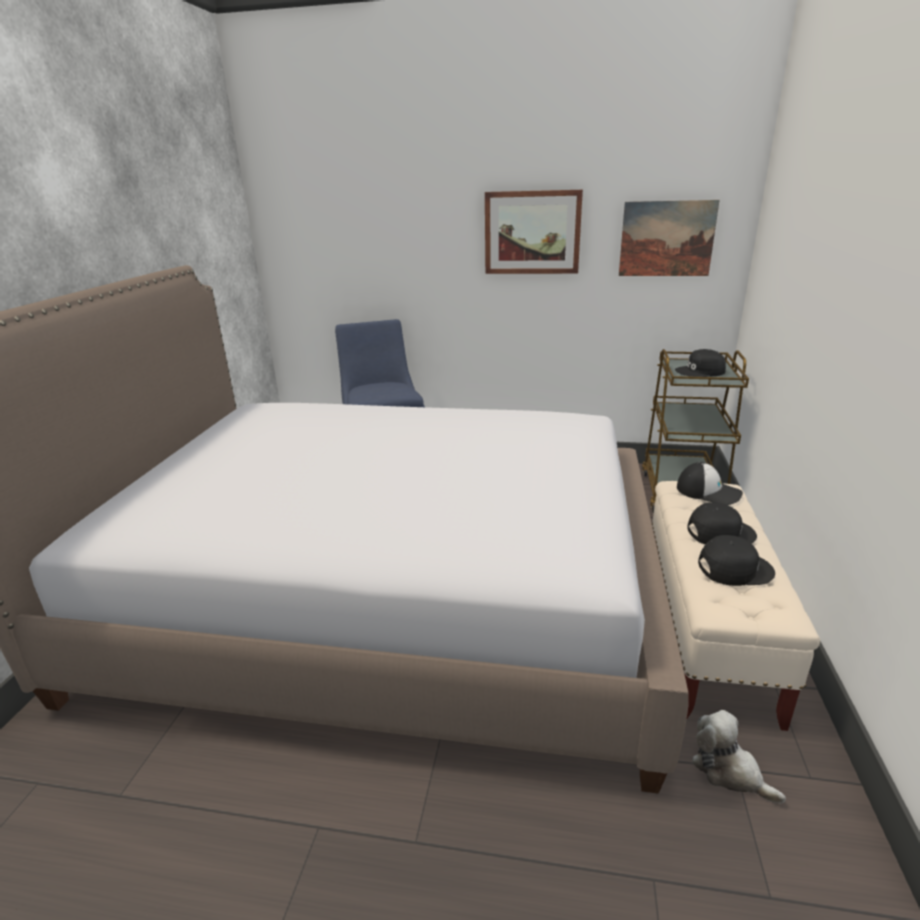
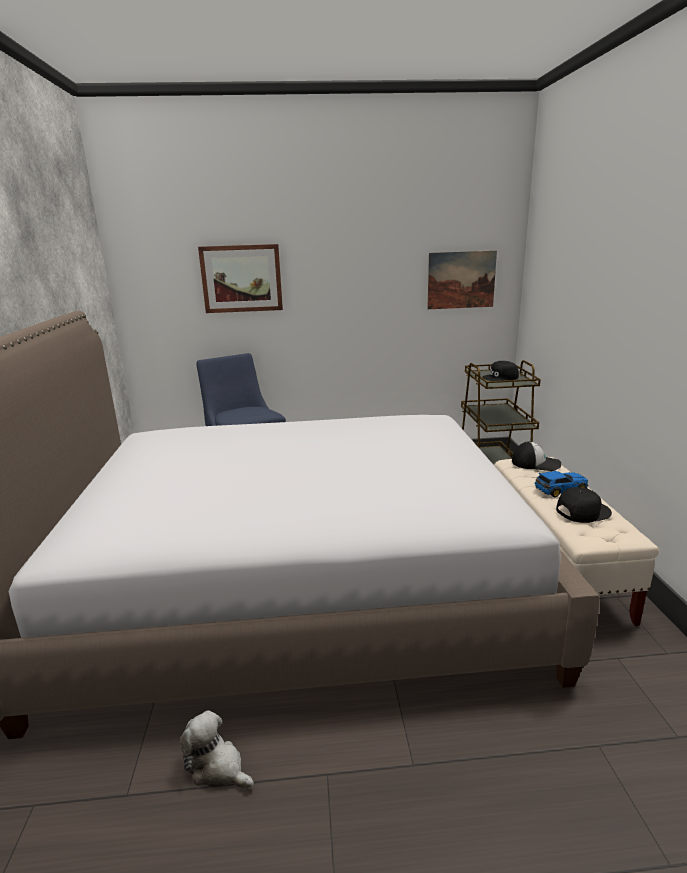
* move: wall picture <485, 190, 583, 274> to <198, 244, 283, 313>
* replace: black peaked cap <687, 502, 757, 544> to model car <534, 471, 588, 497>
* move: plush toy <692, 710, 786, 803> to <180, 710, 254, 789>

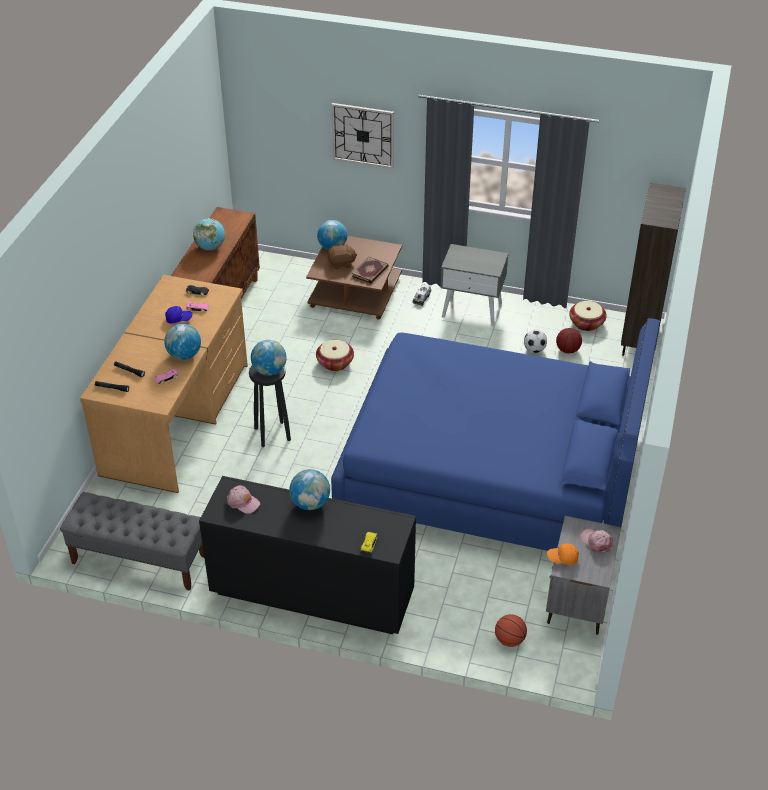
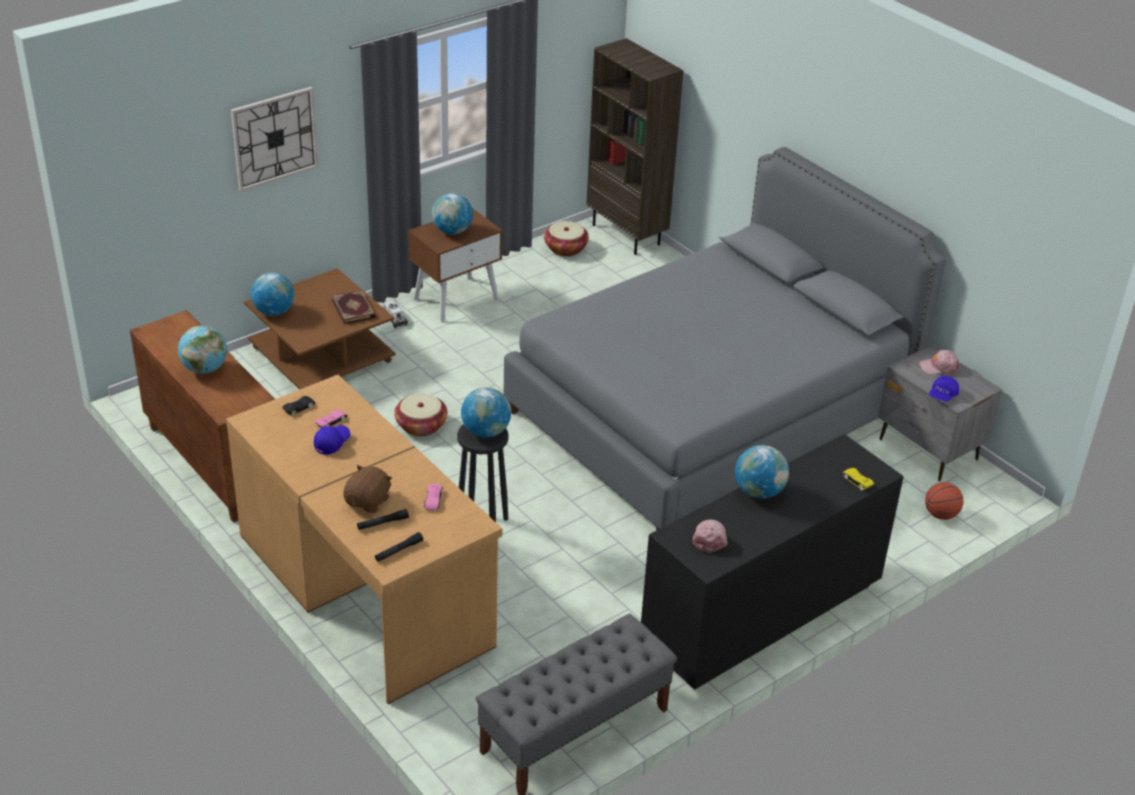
* move: brownish plush toy <327, 243, 357, 270> to <343, 465, 392, 513>
* recolor: grey nightstand <441, 244, 508, 326> to brownish nightstand <408, 208, 502, 322>
* recolor: bluish bedroom bed <331, 318, 660, 551> to grey bedroom bed <504, 147, 947, 530>
* move: world globe <164, 324, 201, 360> to <432, 193, 473, 235>
* delete: basketball ball <556, 328, 582, 354>
* delete: football <524, 330, 547, 353>
* rotate: pinkish peaked cap <227, 485, 260, 514> = <692, 519, 728, 553> 60 degrees counterclockwise
* recolor: orange peaked cap <547, 543, 579, 565> to bluish peaked cap <929, 376, 959, 402>

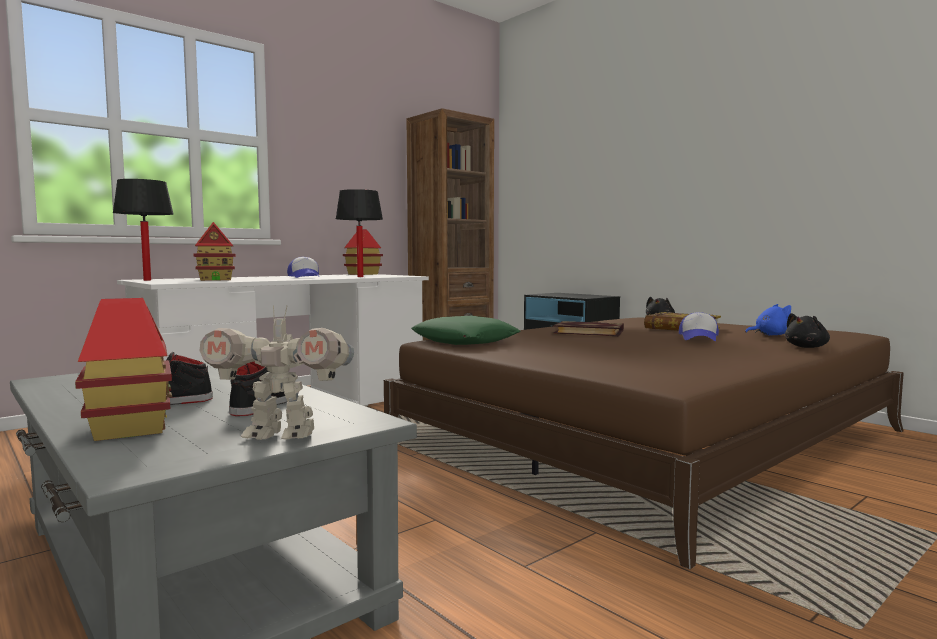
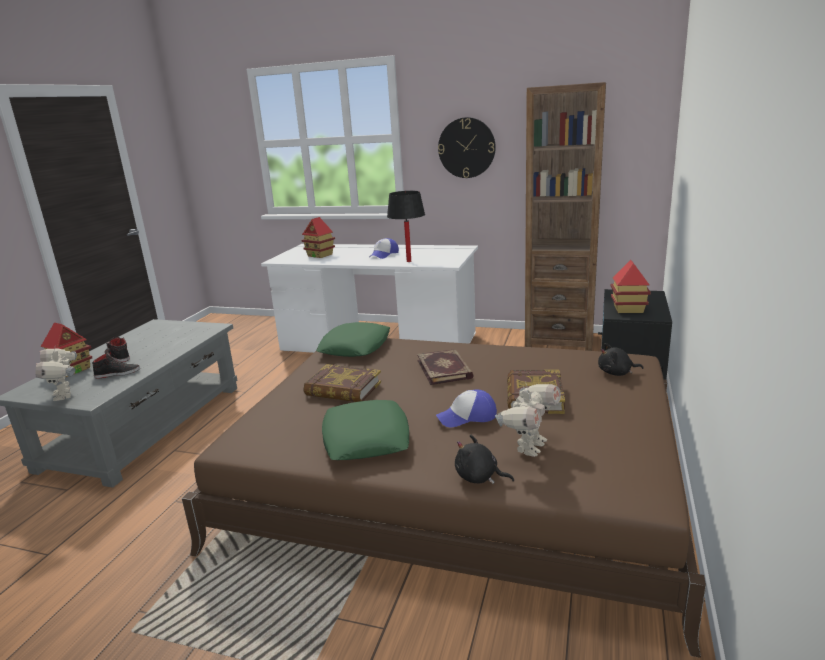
* delete: black table lamp <113, 179, 174, 281>
* move: miniature house <343, 229, 383, 275> to <611, 260, 651, 313>
* replace: bluish plush toy <745, 304, 791, 335> to model robot <495, 384, 561, 457>
* insert: clock on the wall <438, 117, 496, 178>
* insert: volume <303, 364, 381, 402>
* insert: greenish throw pillow <322, 400, 409, 460>

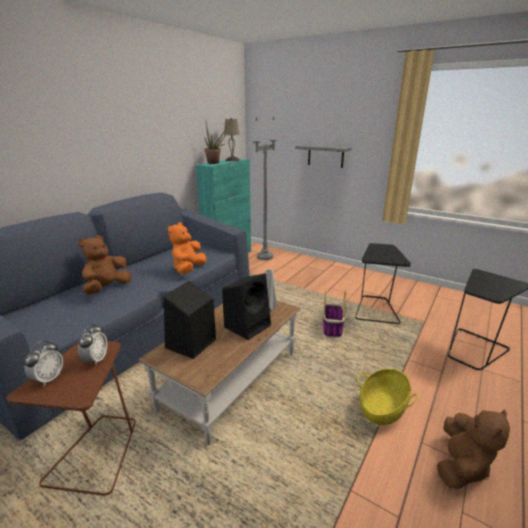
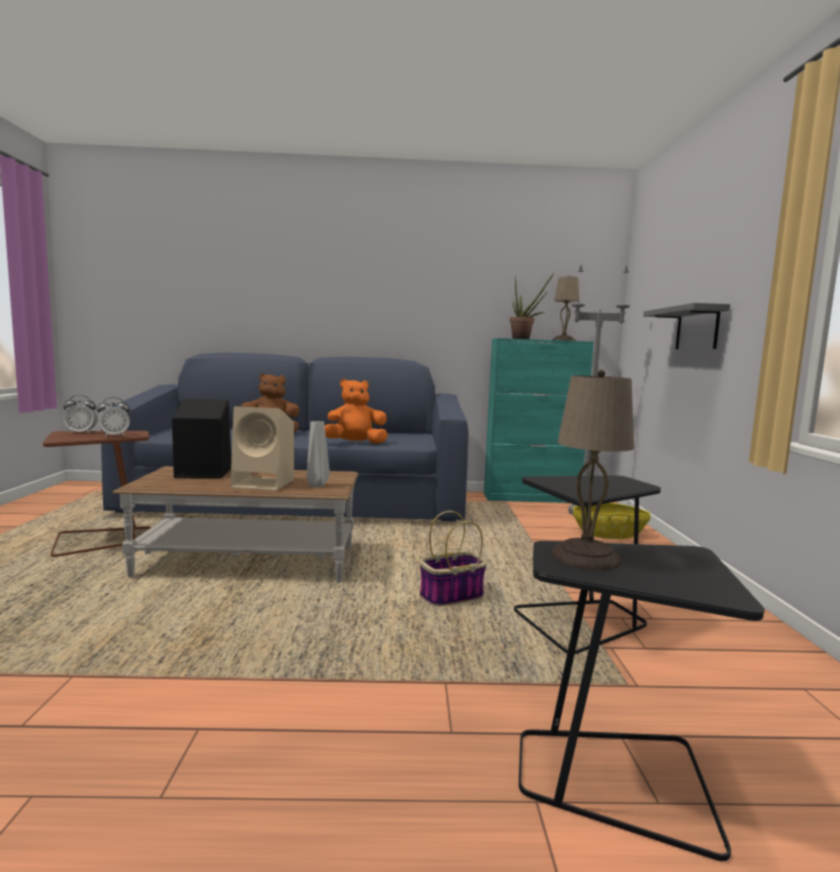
* recolor: black audio speaker <222, 273, 271, 340> to sand-coloured audio speaker <230, 406, 294, 491>
* move: household basket <357, 369, 418, 425> to <573, 502, 651, 539>
* delete: brownish plush toy <437, 409, 510, 489>
* insert: sand-coloured table lamp <551, 370, 634, 570>

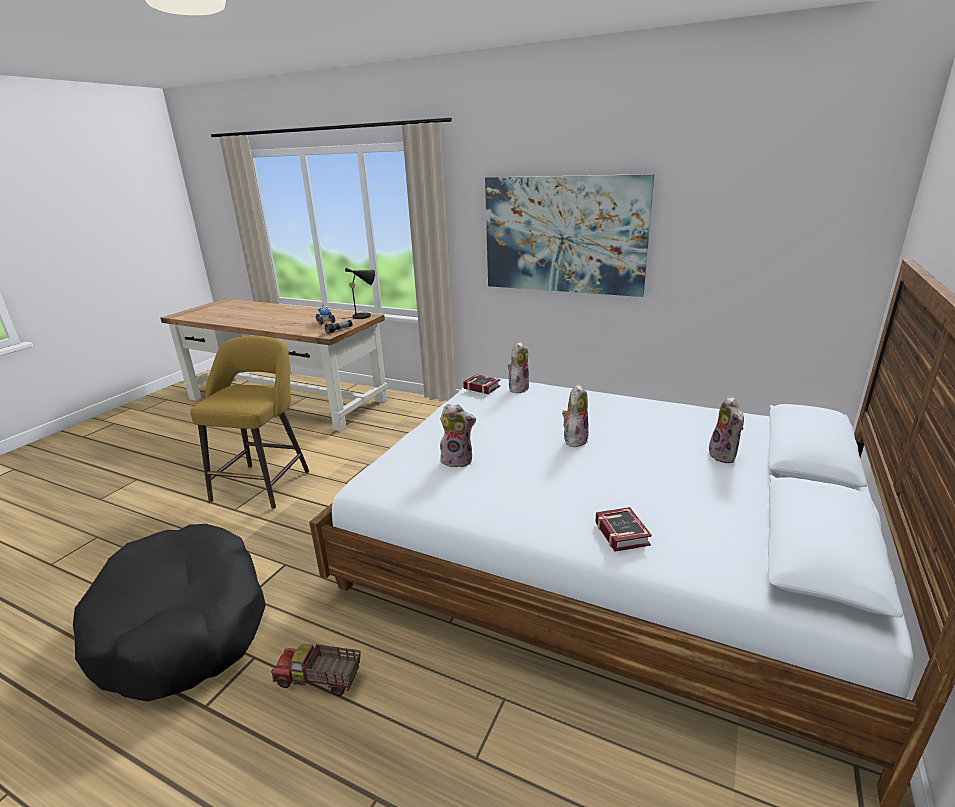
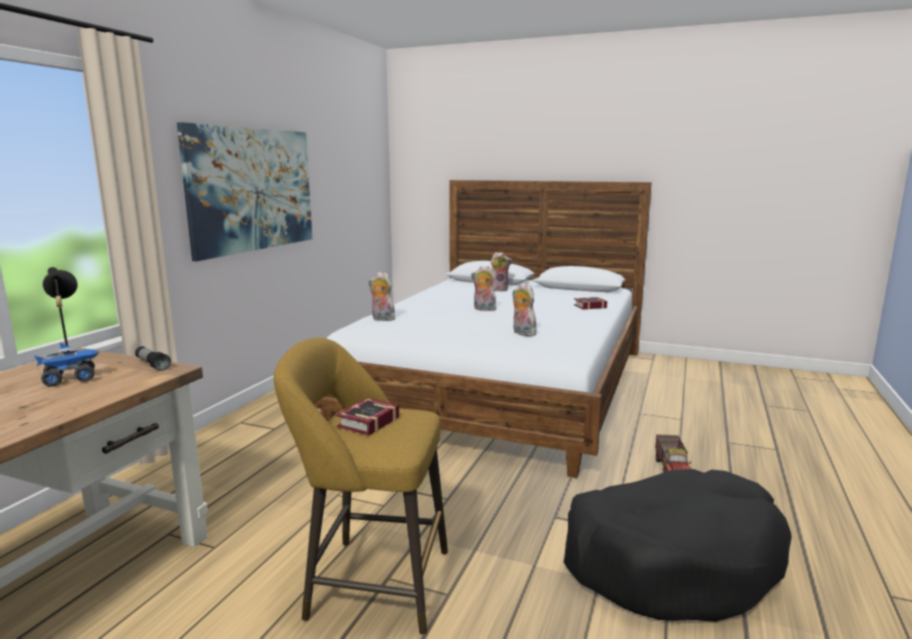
* move: volume <463, 374, 501, 394> to <336, 398, 399, 436>
* rotate: plush toy <440, 404, 476, 468> = <512, 283, 536, 336> 45 degrees counterclockwise

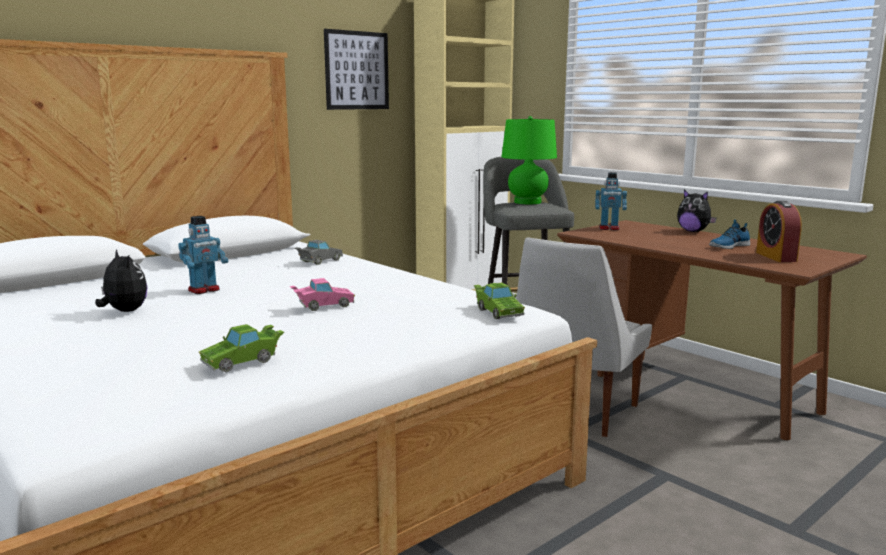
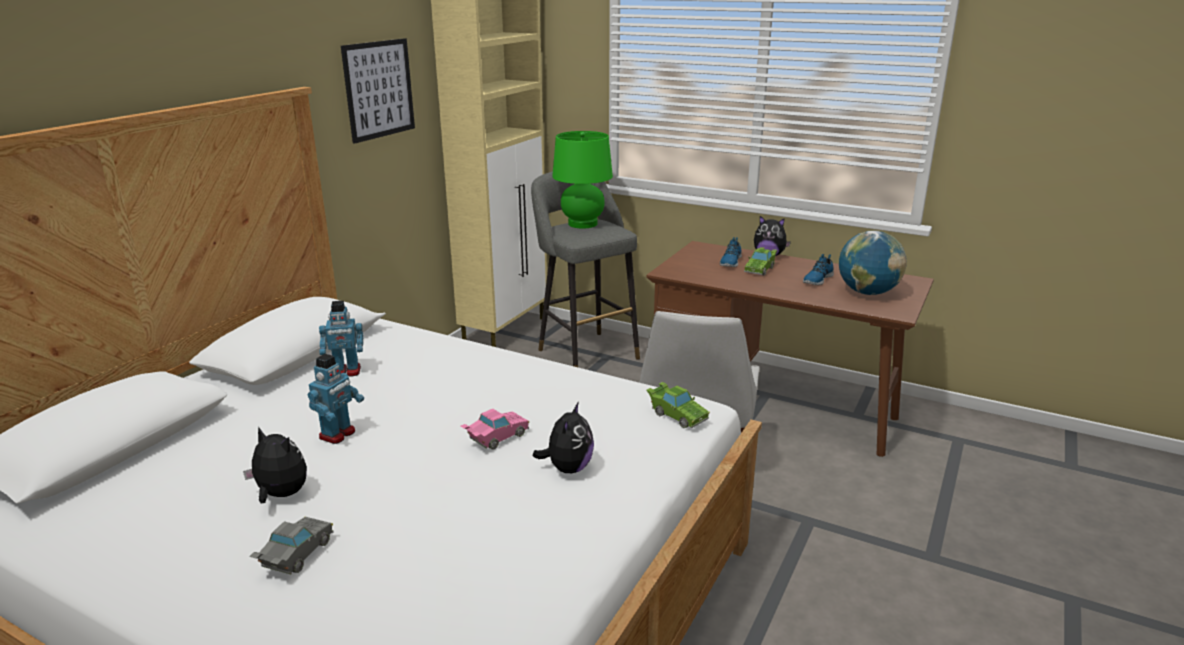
* move: model robot <595, 172, 627, 230> to <319, 301, 364, 376>
* replace: alarm clock <756, 201, 802, 262> to world globe <839, 231, 907, 295>
* move: grey model car <295, 240, 343, 265> to <249, 517, 333, 574>
* move: greenish model car <199, 324, 284, 373> to <744, 247, 777, 276>
* insert: shoe <720, 237, 742, 267>
* insert: plush toy <533, 401, 594, 473>

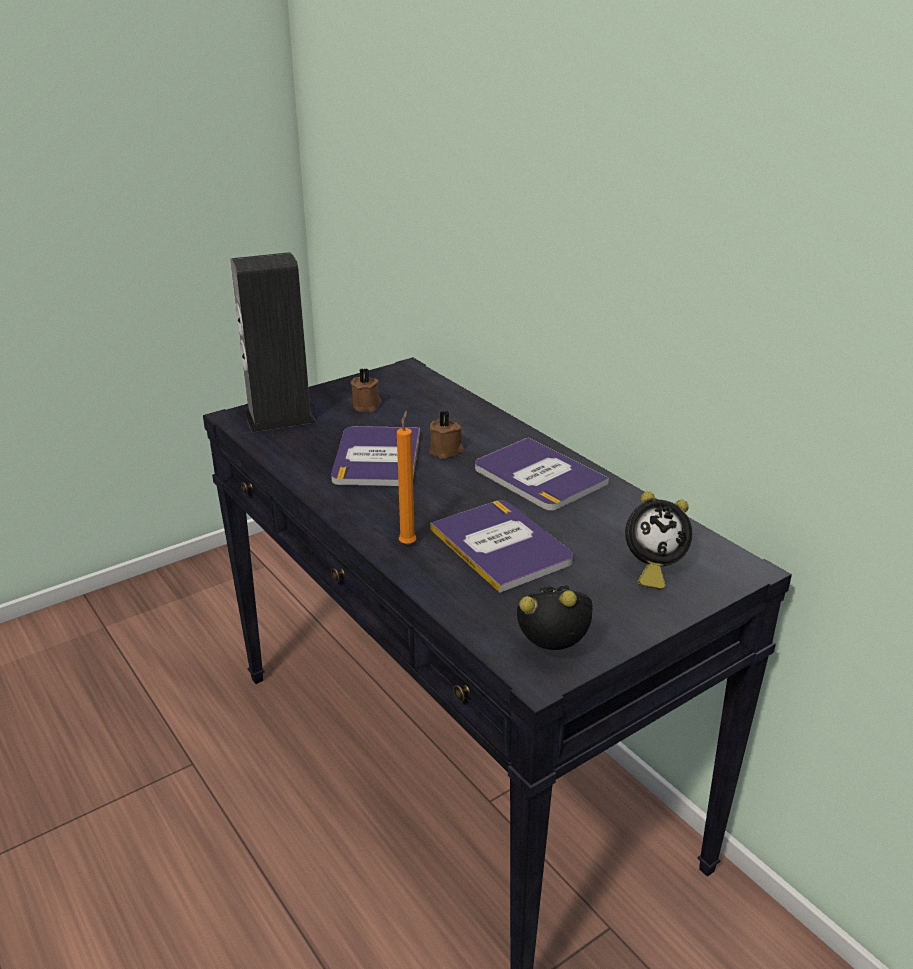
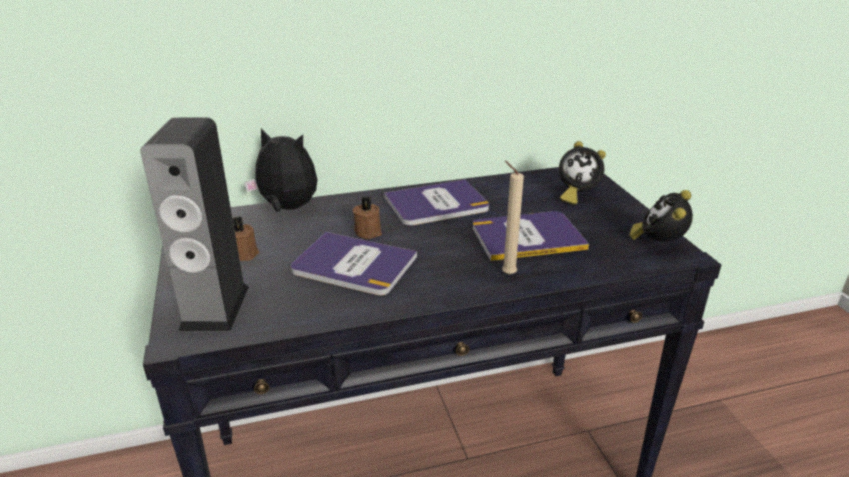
* recolor: orange wax candle <397, 410, 416, 545> to sand-coloured wax candle <502, 161, 524, 275>
* rotate: alarm clock <625, 491, 692, 589> = <559, 141, 606, 205> 90 degrees clockwise
* insert: plush toy <244, 128, 317, 212>

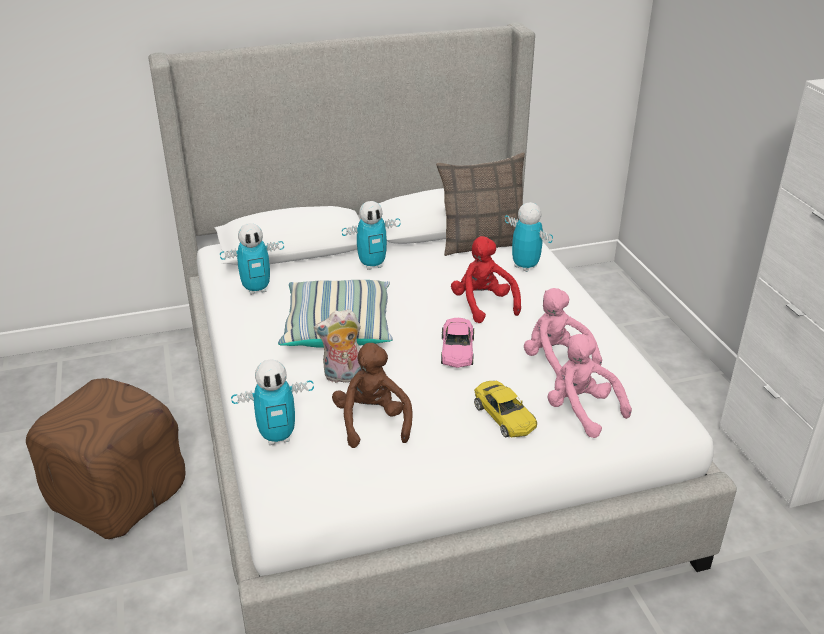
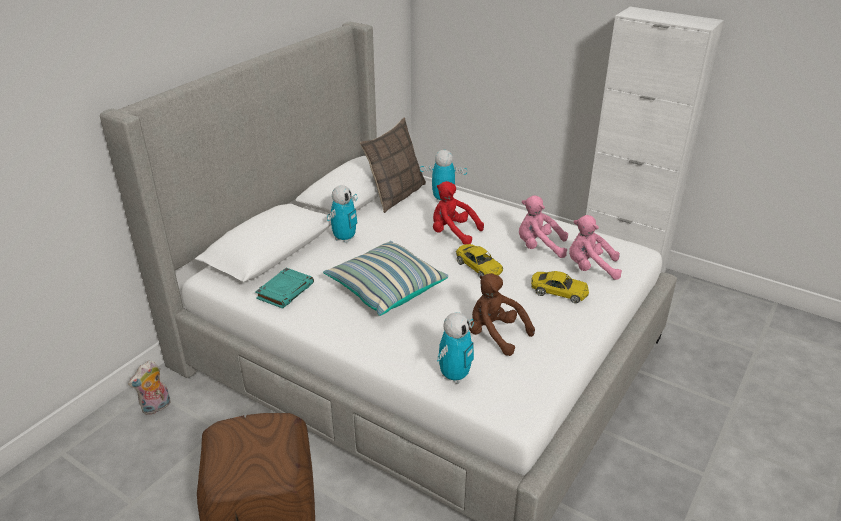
* replace: model robot <220, 223, 284, 295> to turquoise-coloured volume <255, 268, 314, 309>
* move: plush toy <314, 309, 362, 383> to <128, 360, 171, 415>
* recolor: pinkish model car <441, 318, 474, 368> to yellow model car <456, 244, 503, 278>

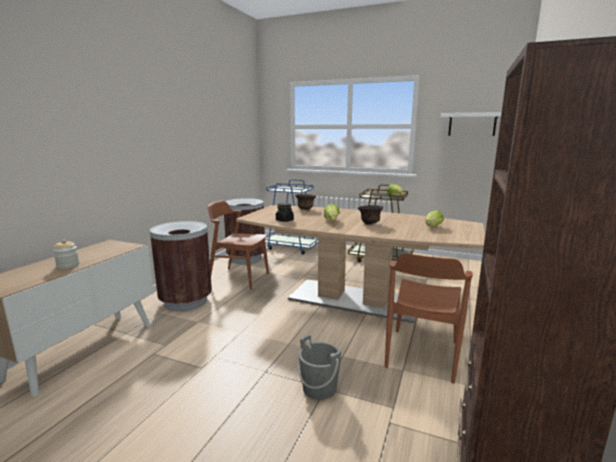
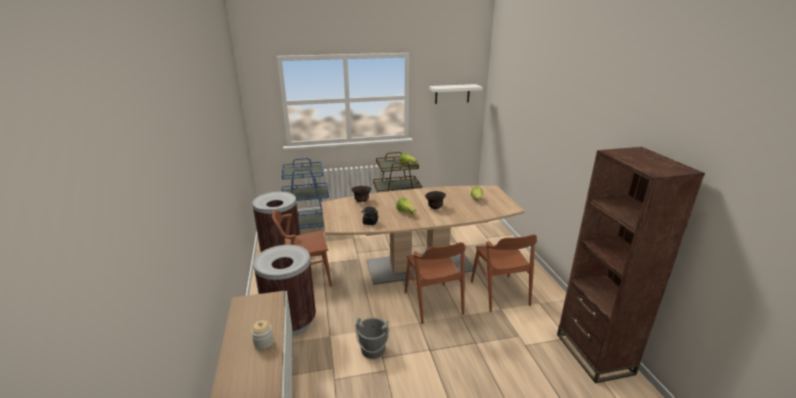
* move: grey pail <298, 334, 342, 400> to <355, 318, 389, 359>
* insert: brownish upright chair <405, 242, 466, 324>

